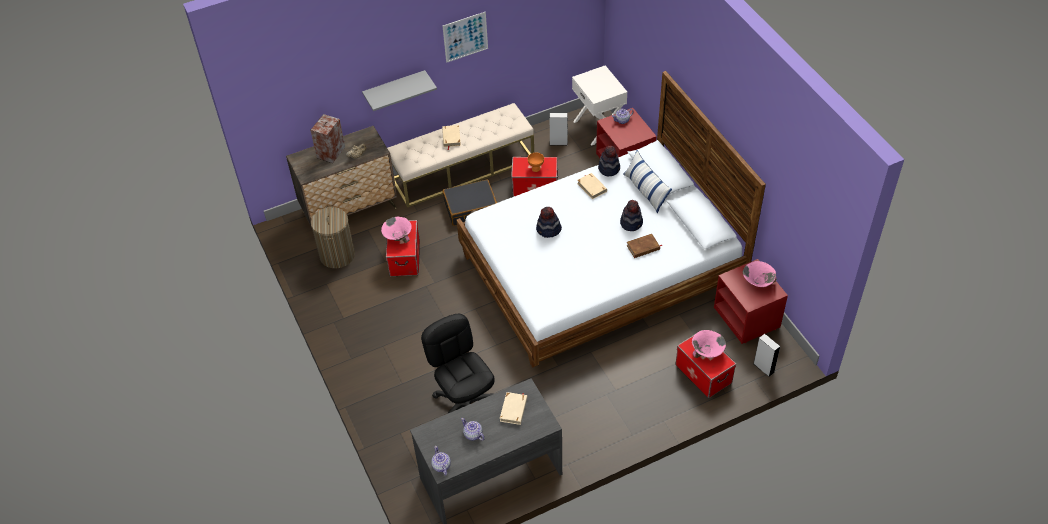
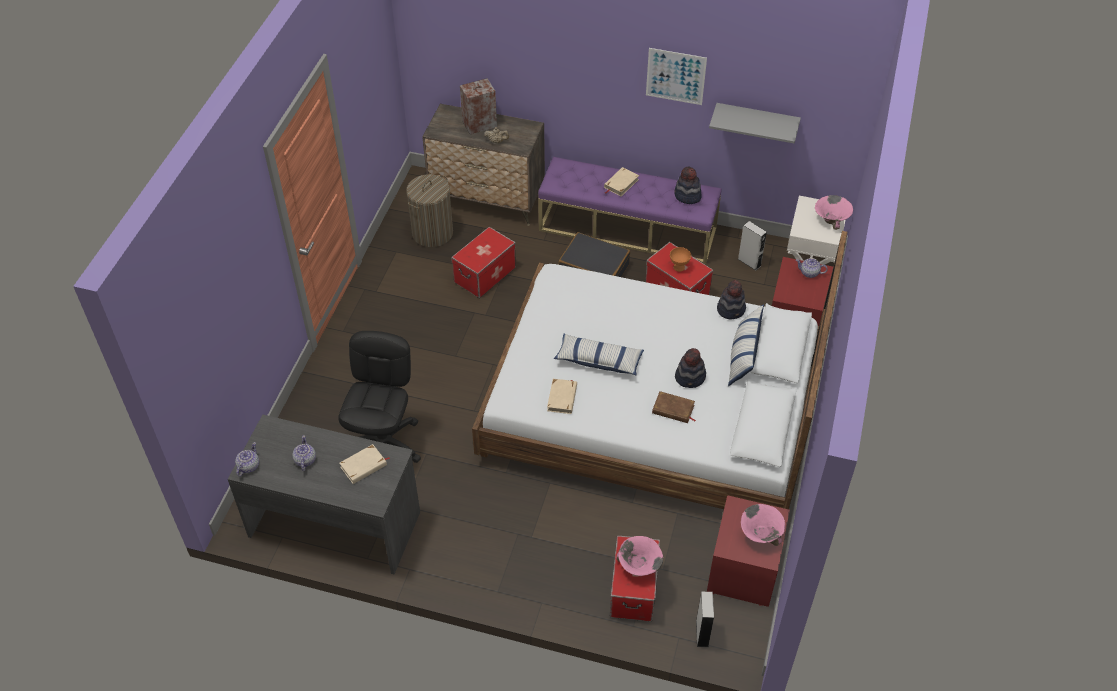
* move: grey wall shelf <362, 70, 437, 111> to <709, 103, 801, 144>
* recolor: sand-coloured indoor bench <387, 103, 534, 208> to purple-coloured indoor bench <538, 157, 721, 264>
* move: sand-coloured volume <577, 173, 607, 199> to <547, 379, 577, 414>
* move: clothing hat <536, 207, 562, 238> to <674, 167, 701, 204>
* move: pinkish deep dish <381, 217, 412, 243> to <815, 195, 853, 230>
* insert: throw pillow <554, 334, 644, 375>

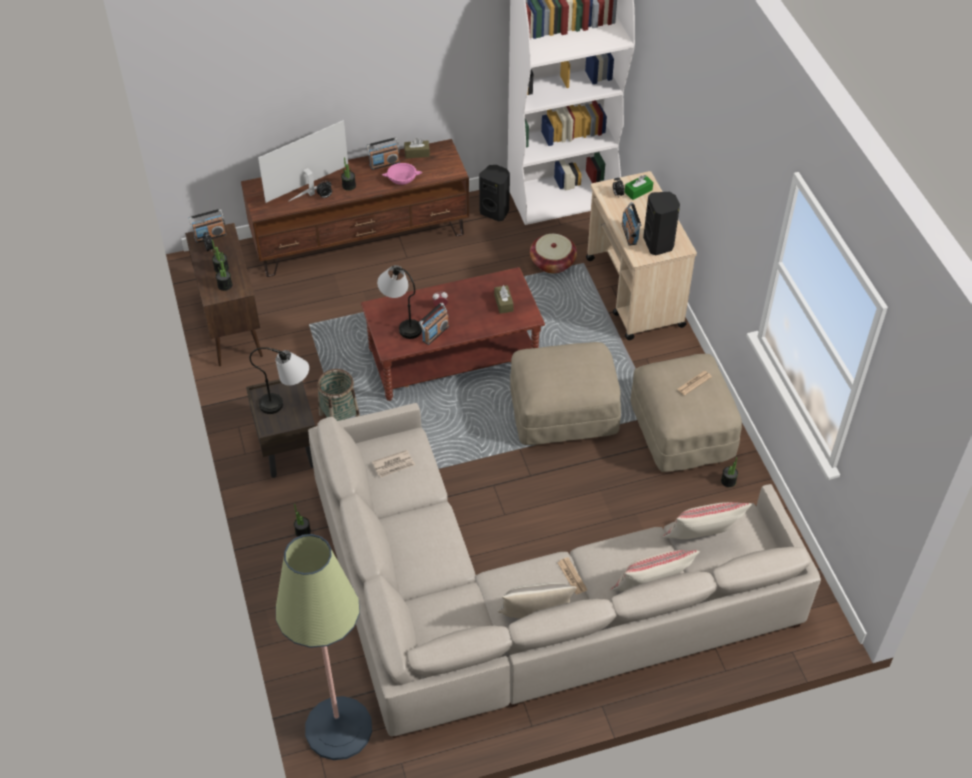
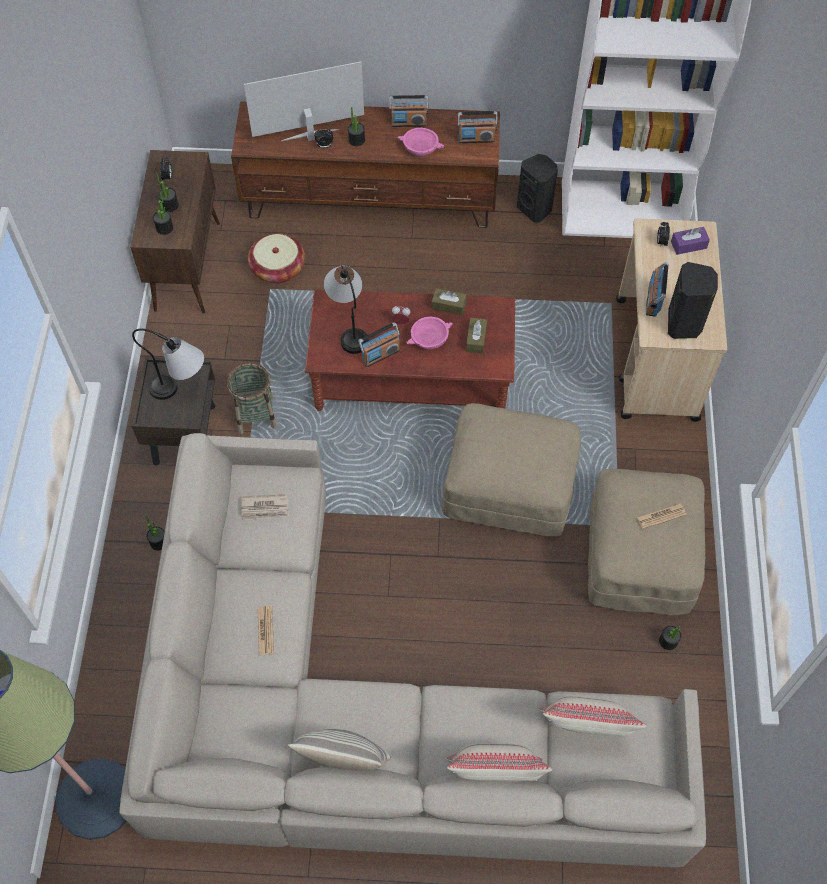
* move: brownish tissue box <404, 138, 430, 158> to <432, 288, 467, 315>
* recolor: greenish tissue box <624, 175, 653, 200> to purple-coloured tissue box <671, 227, 710, 255>
* move: radio <189, 209, 226, 243> to <458, 111, 498, 143>
* move: household basket <530, 234, 577, 274> to <248, 234, 305, 284>
* move: daily paper <557, 557, 587, 595> to <257, 606, 274, 655>
* insert: pinkish deep dish <406, 317, 453, 349>

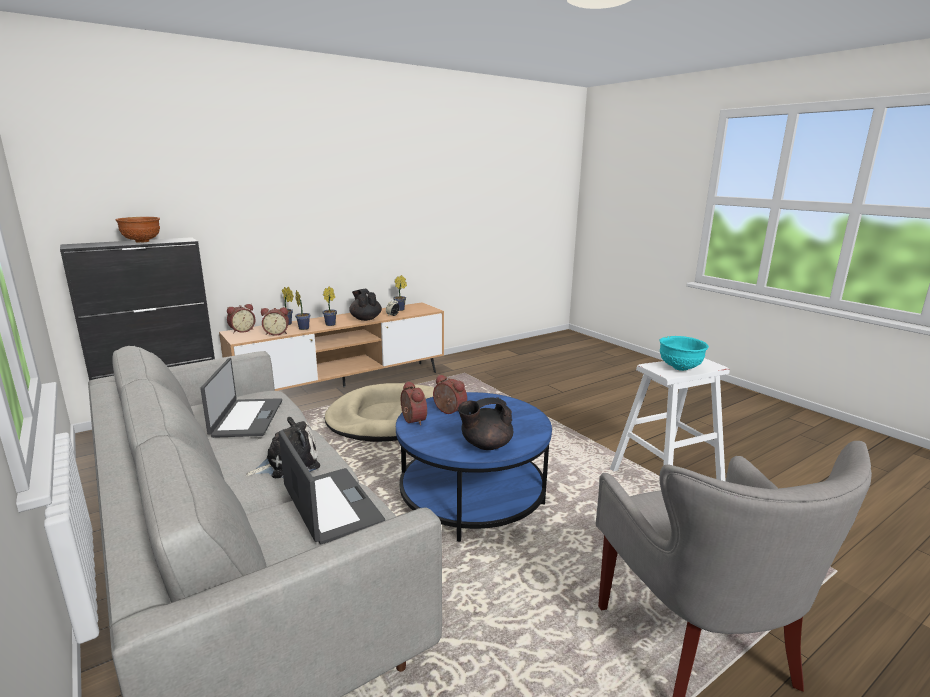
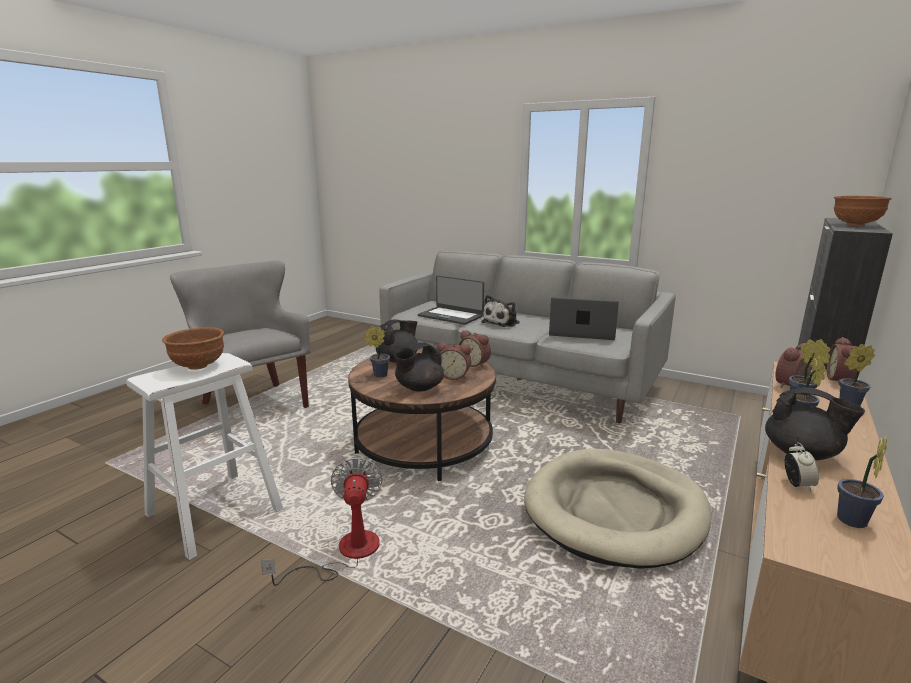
* recolor: turquoise-coloured deep dish <659, 336, 709, 371> to brownish deep dish <162, 327, 224, 370>
* rotate: notebook computer <200, 358, 282, 438> = <549, 297, 619, 340> 135 degrees clockwise
* recolor: bluish lounge table <396, 392, 552, 542> to brownish lounge table <348, 349, 496, 481>
* insert: houseplant <364, 326, 390, 378>
* insert: black pot for tea <393, 342, 444, 392>
* insert: fan <261, 458, 383, 586>

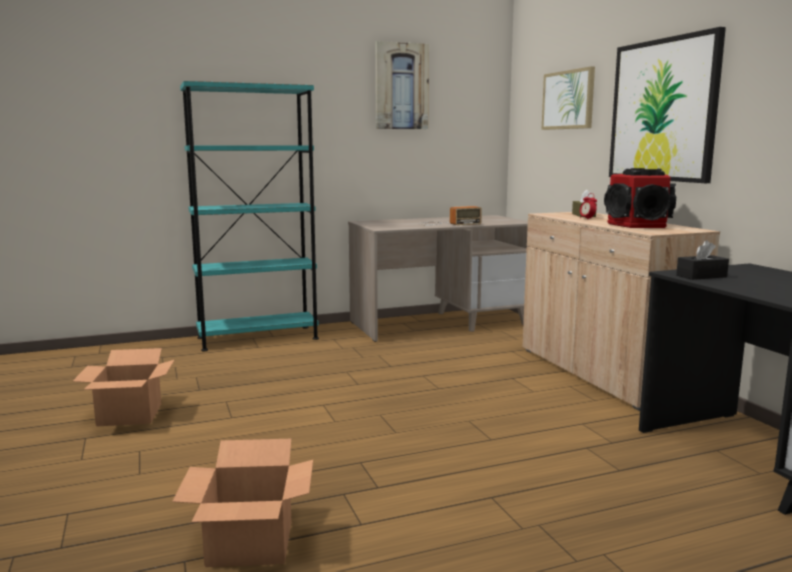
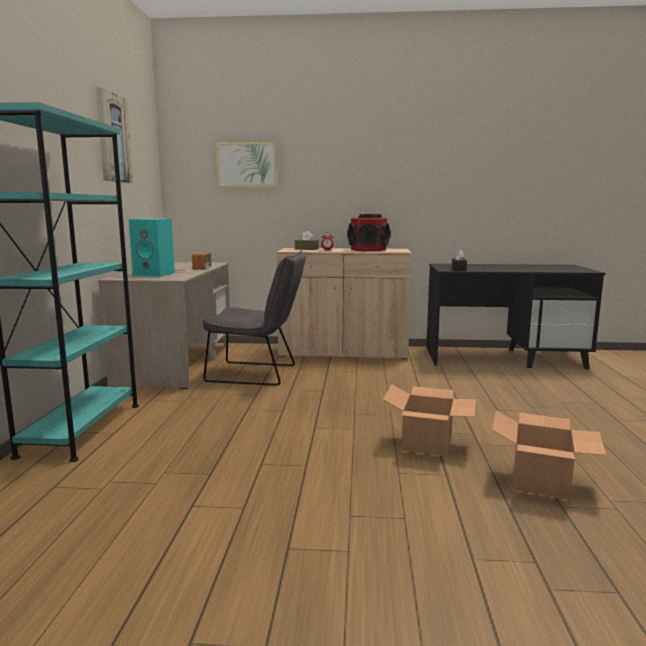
* delete: wall picture <609, 27, 726, 183>
* move: packing box <72, 348, 174, 427> to <383, 384, 476, 457>
* insert: turquoise-coloured audio speaker <128, 219, 175, 277>
* insert: grey upright chair <202, 251, 306, 386>

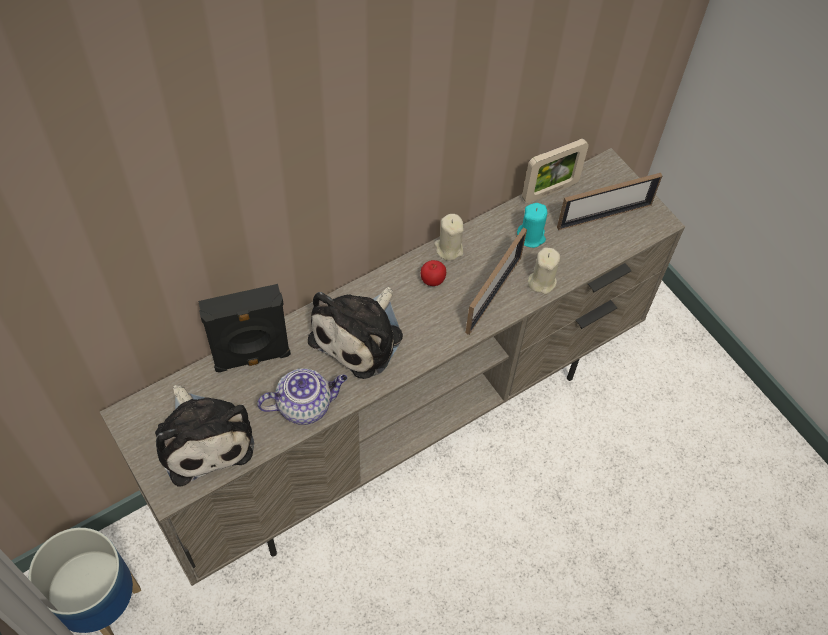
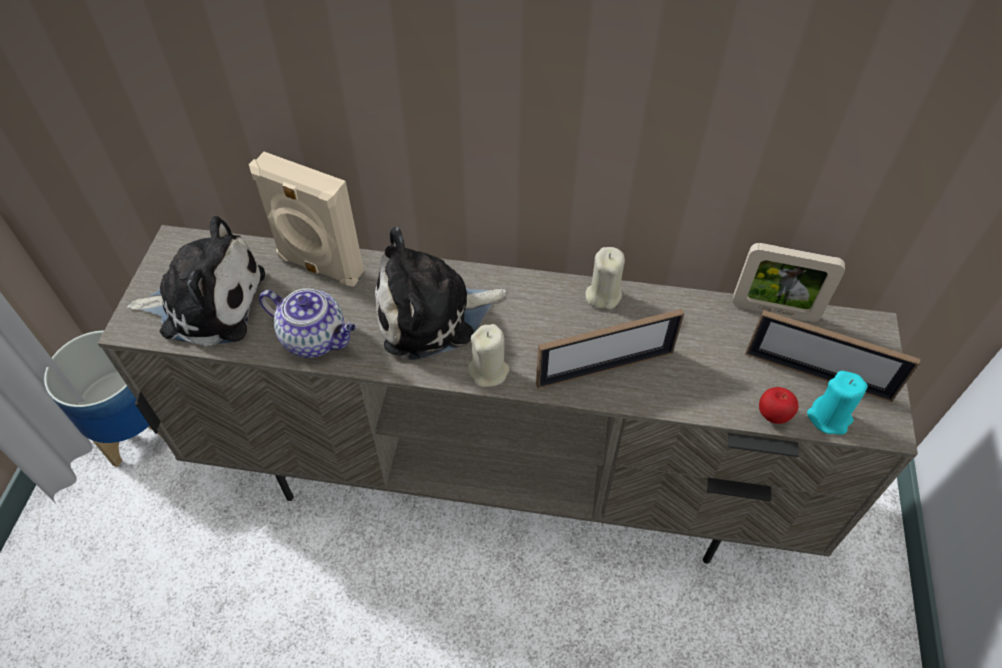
* move: turquoise-coloured wax candle <517, 203, 547, 248> to <807, 371, 868, 435>
* move: sand-coloured wax candle <528, 247, 560, 294> to <468, 324, 510, 387>
* move: apple fruit <421, 260, 446, 286> to <759, 387, 798, 424>
* recolor: black audio speaker <198, 284, 291, 372> to sand-coloured audio speaker <249, 152, 364, 287>
* rotate: plush toy <155, 385, 254, 486> = <127, 216, 265, 346> 105 degrees counterclockwise

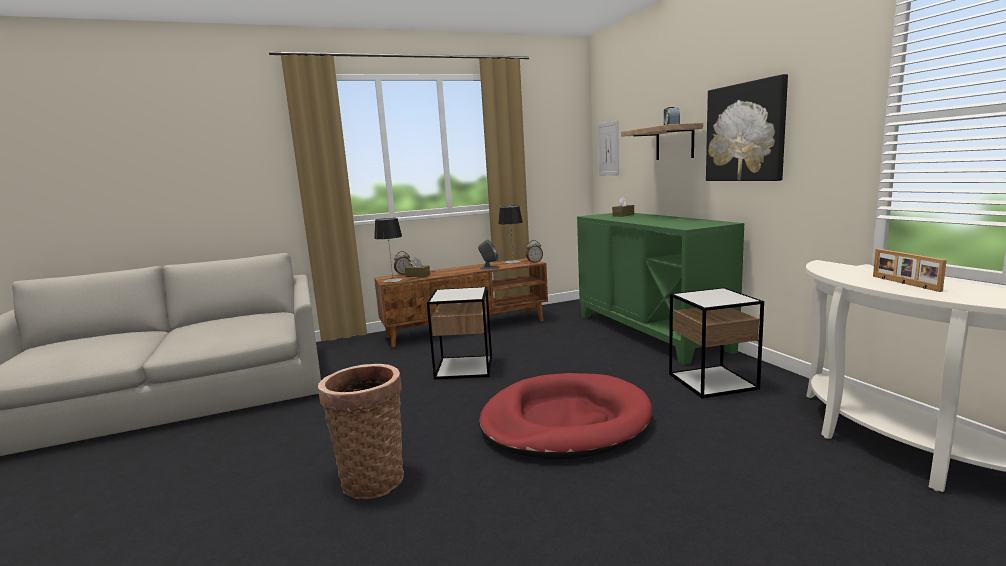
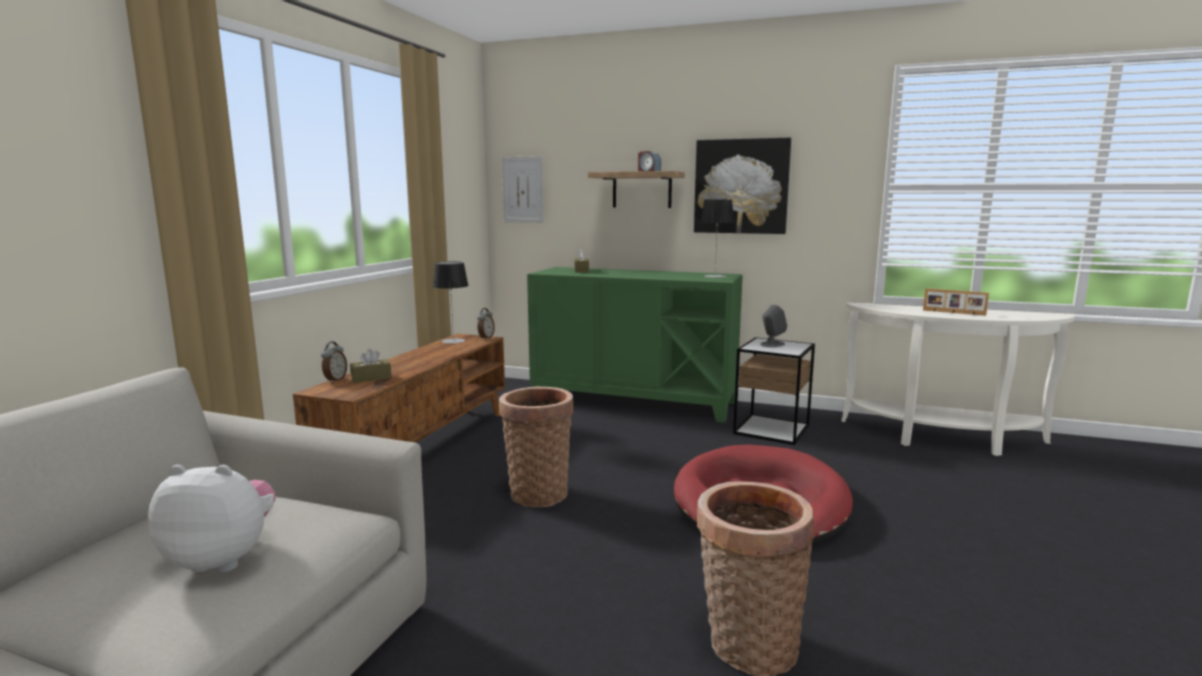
* move: table lamp <374, 218, 402, 283> to <700, 199, 734, 278>
* move: grey audio speaker <478, 239, 499, 269> to <760, 305, 787, 347>
* replace: accent table <427, 287, 492, 380> to household basket <499, 387, 573, 508>
* insert: plush toy <148, 465, 275, 572>

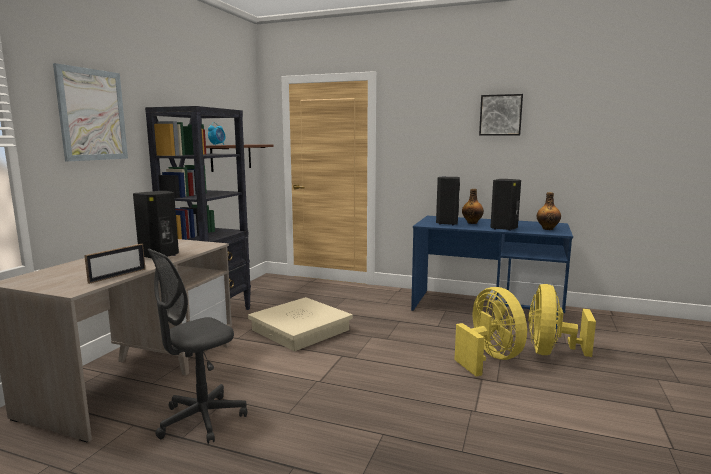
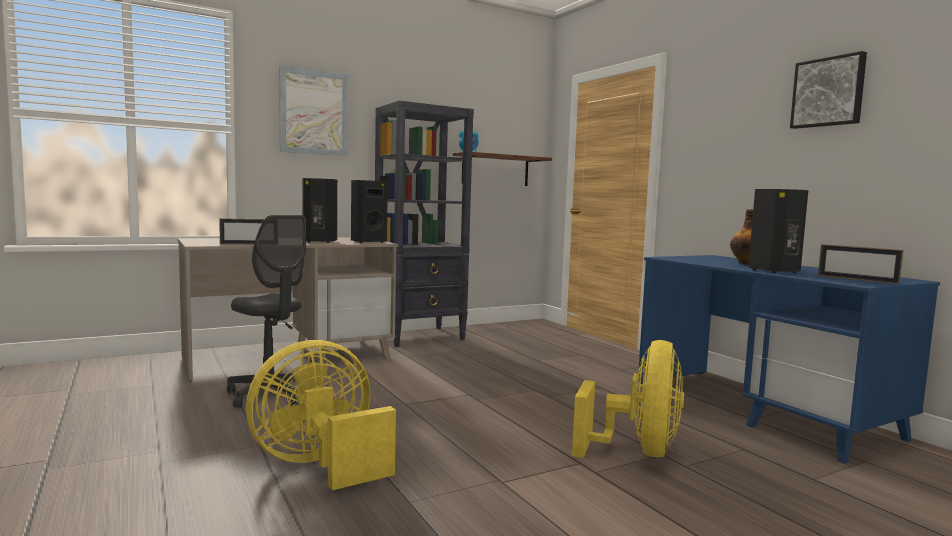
* move: black audio speaker <436, 177, 460, 225> to <351, 180, 388, 243>
* replace: beverage bottle <537, 192, 561, 230> to photo frame <818, 244, 904, 284>
* rotate: grey office chair <148, 249, 247, 444> = <227, 215, 306, 408> 135 degrees counterclockwise
* move: yellow fan <528, 284, 596, 357> to <246, 340, 396, 490>
* delete: sand-coloured storage container <248, 297, 353, 351>

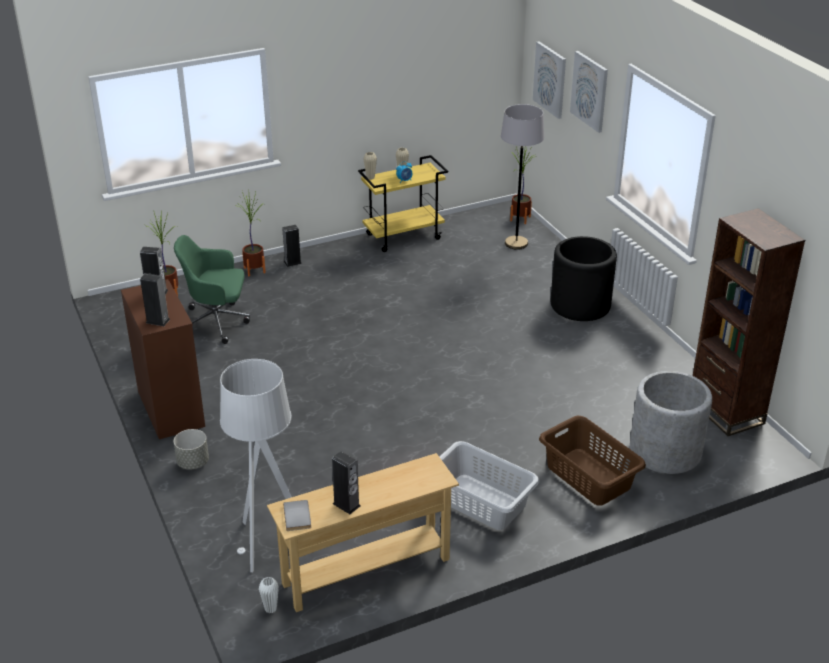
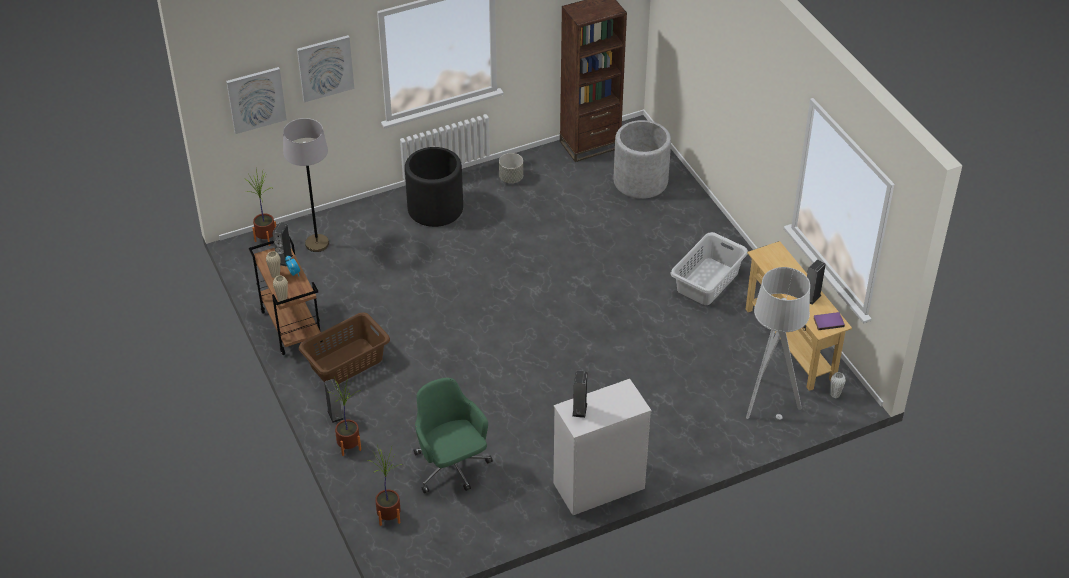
* recolor: yellow trolley <358, 155, 448, 252> to brownish trolley <249, 236, 323, 355>
* rotate: greenish office chair <174, 235, 250, 344> = <413, 378, 493, 493> 150 degrees clockwise
* move: audio speaker <140, 273, 170, 326> to <272, 222, 293, 267>
* recolor: brownish dresser <121, 279, 205, 439> to whitish dresser <554, 379, 651, 515>
* move: brownish washing basket <539, 416, 646, 506> to <299, 313, 390, 384>
* move: grey plant pot <174, 429, 209, 470> to <499, 153, 523, 183>
* recolor: grey volume <283, 500, 311, 531> to purple-coloured volume <813, 312, 845, 330>

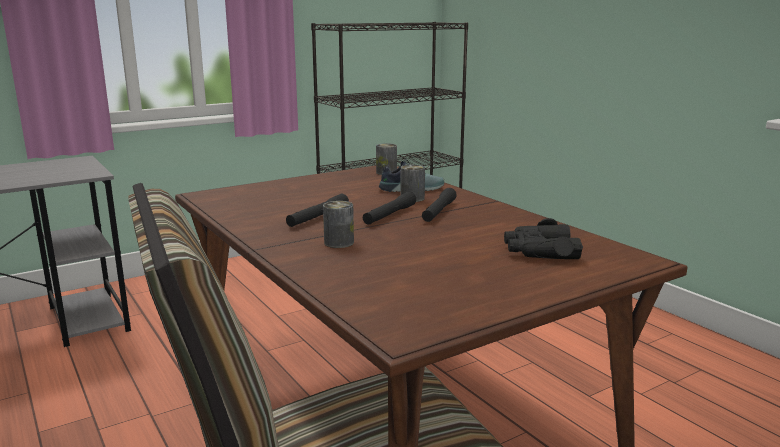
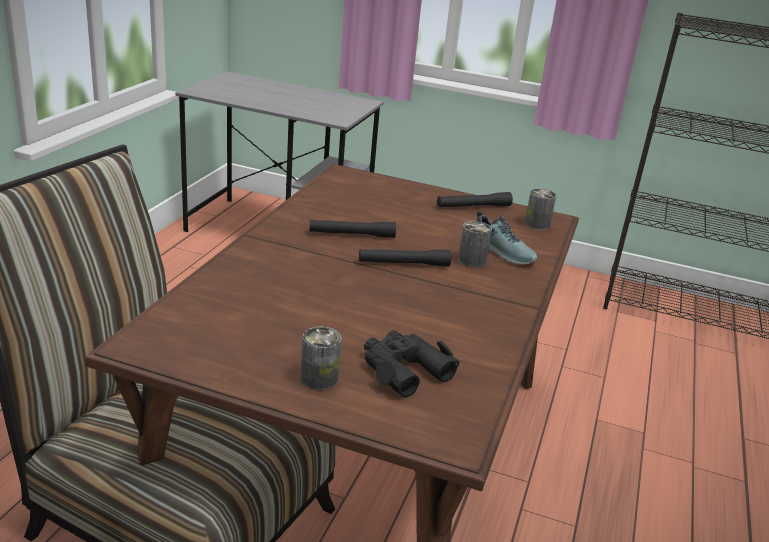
* move: black torch <422, 188, 457, 222> to <437, 192, 513, 207>
* move: can <323, 201, 354, 248> to <301, 327, 341, 390>

